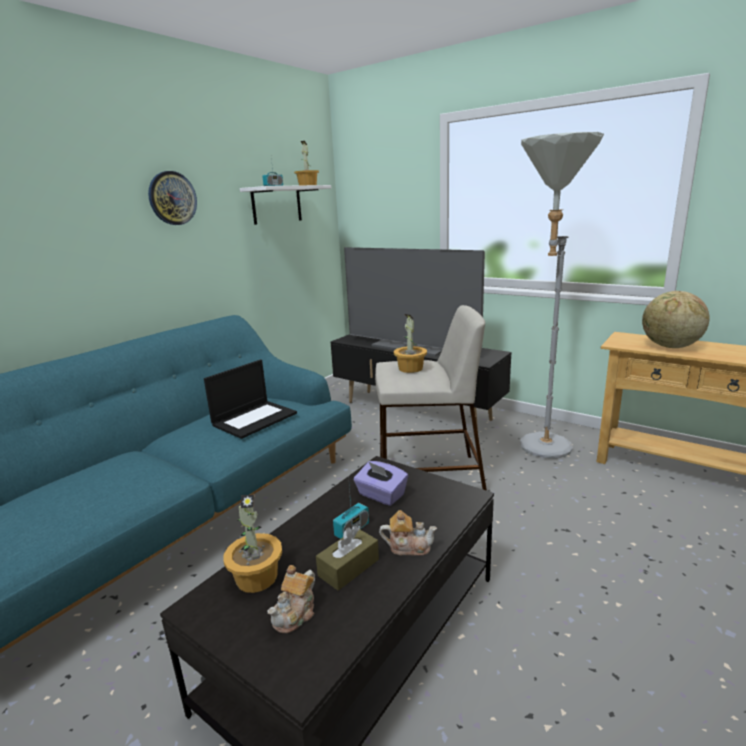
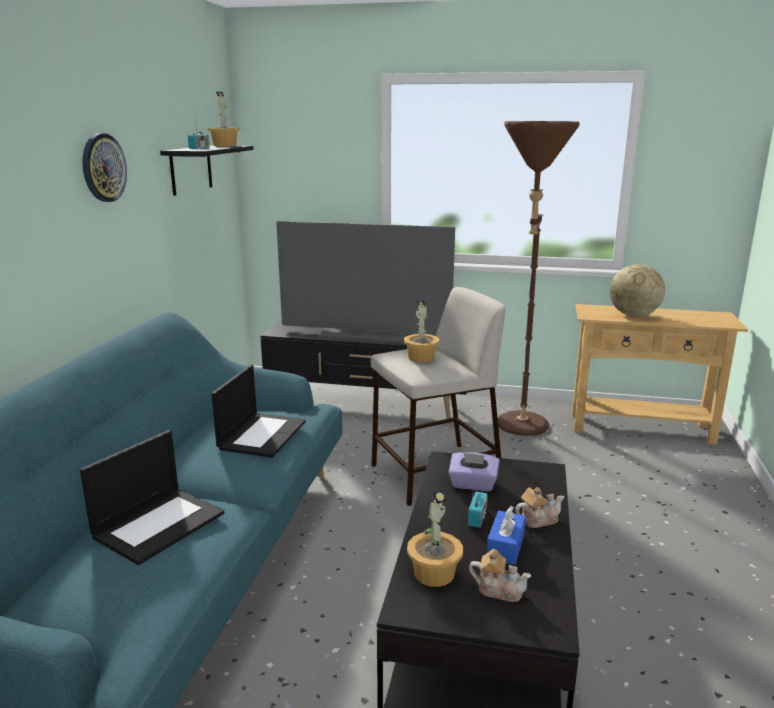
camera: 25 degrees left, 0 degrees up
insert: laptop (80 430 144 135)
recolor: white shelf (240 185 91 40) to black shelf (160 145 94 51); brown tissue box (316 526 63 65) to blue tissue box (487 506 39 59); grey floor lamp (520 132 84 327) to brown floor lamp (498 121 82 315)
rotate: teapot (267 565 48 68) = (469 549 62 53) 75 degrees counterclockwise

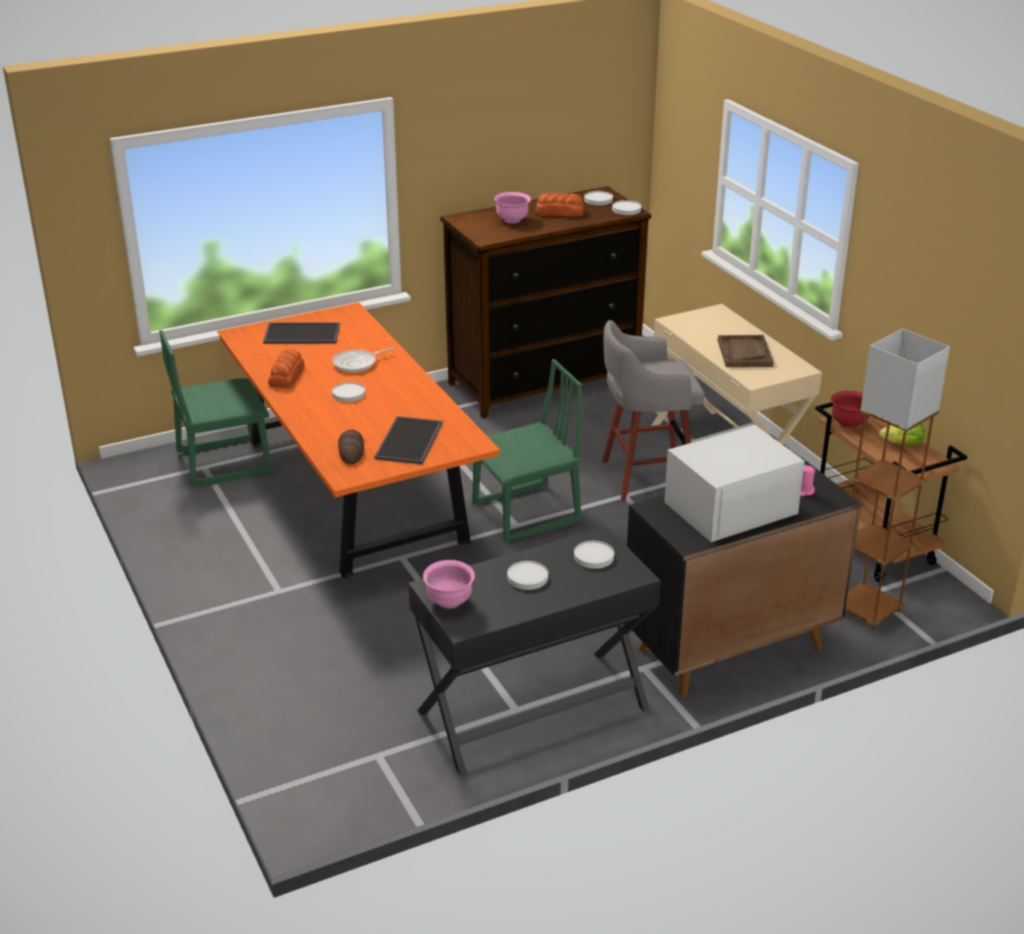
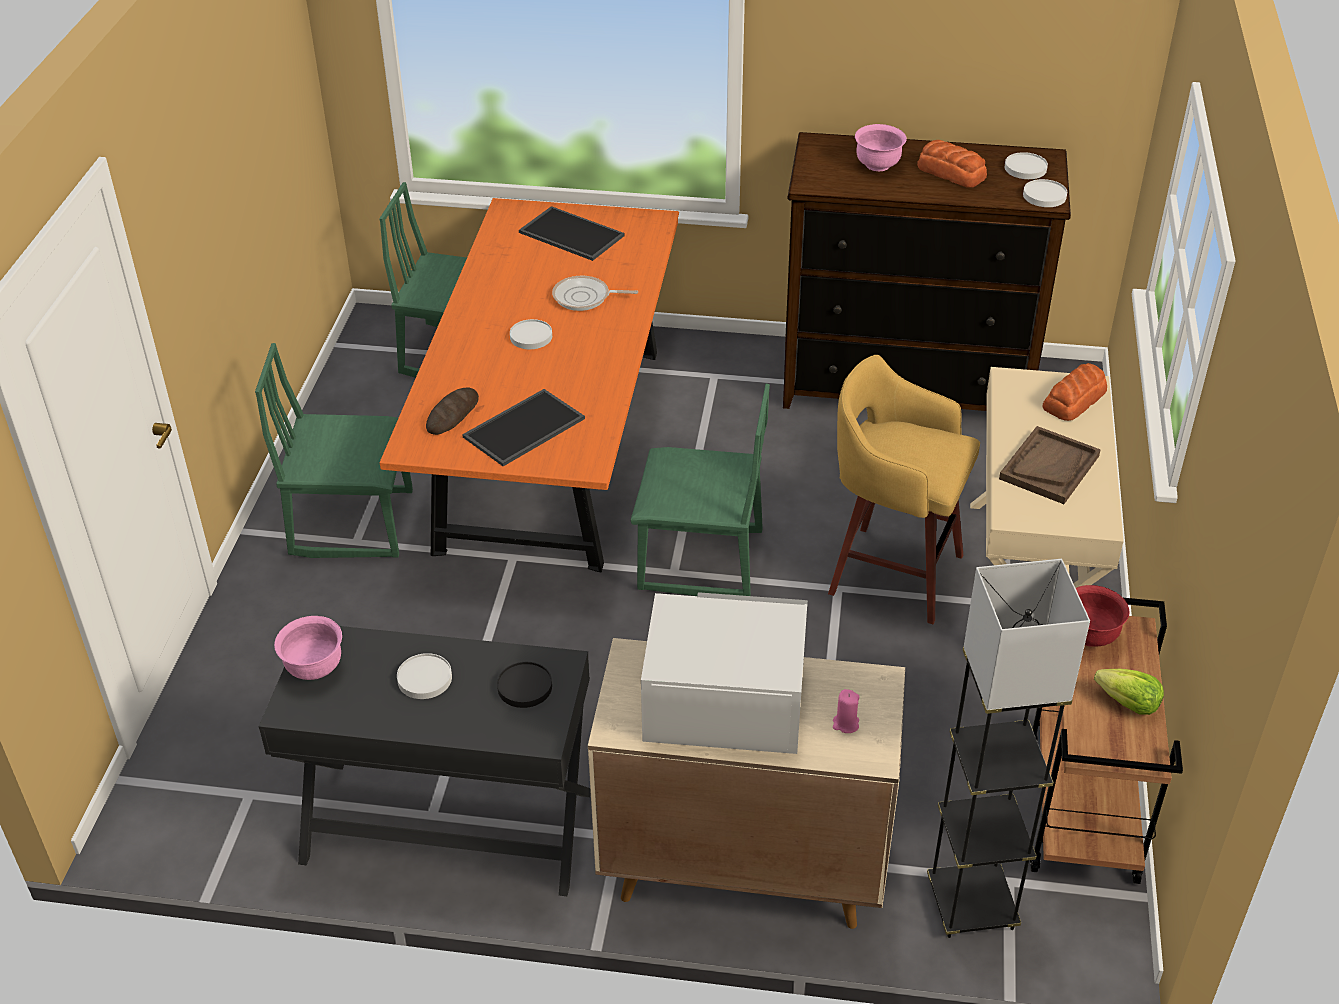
camera: 35 degrees right, 10 degrees up
insert: green chair (255 343 158 215)
move: bread (268 349 37 39) to (1042 363 65 58)
recolor: white plate (574 541 40 28) to black plate (497 662 55 46); grey stool (602 320 103 181) to yellow stool (828 355 152 269); black cabinet (627 457 234 240) to beige cabinet (588 638 317 291); brown floor lamp (845 329 105 302) to grey floor lamp (927 559 163 379)

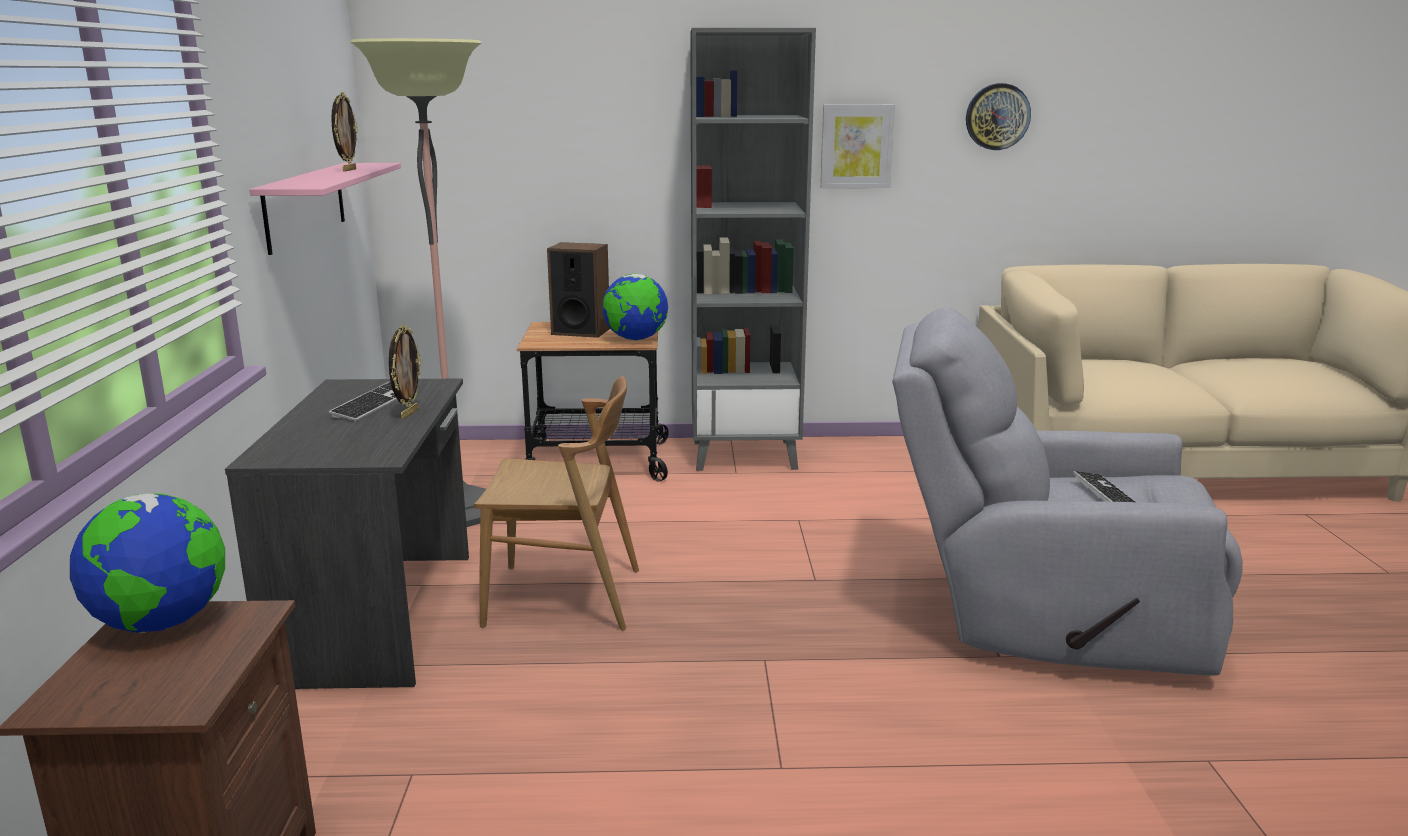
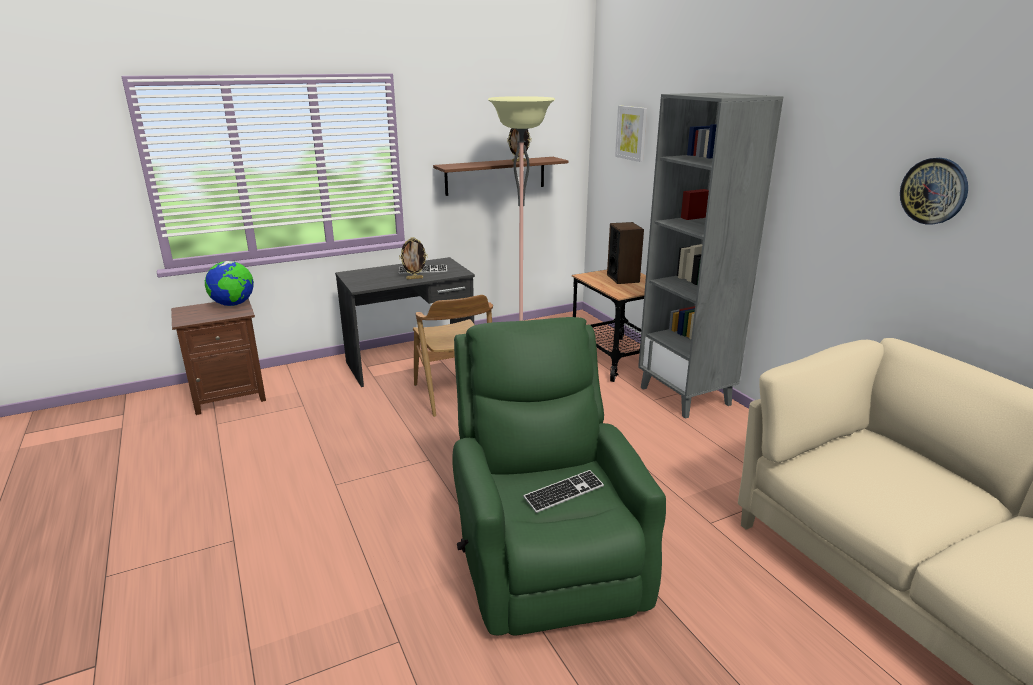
camera: 65 degrees right, 5 degrees up
delete: globe (602 274 66 66)
move: picture (820 104 75 84) to (615 106 32 56)
recolor: pink shelf (249 163 152 92) to brown shelf (433 157 135 39); grey armchair (892 307 351 369) to green armchair (452 317 214 319)

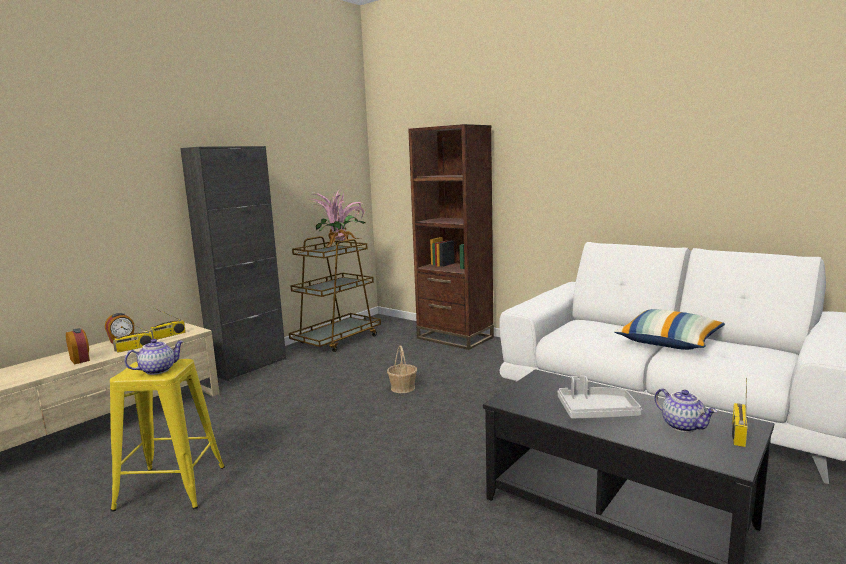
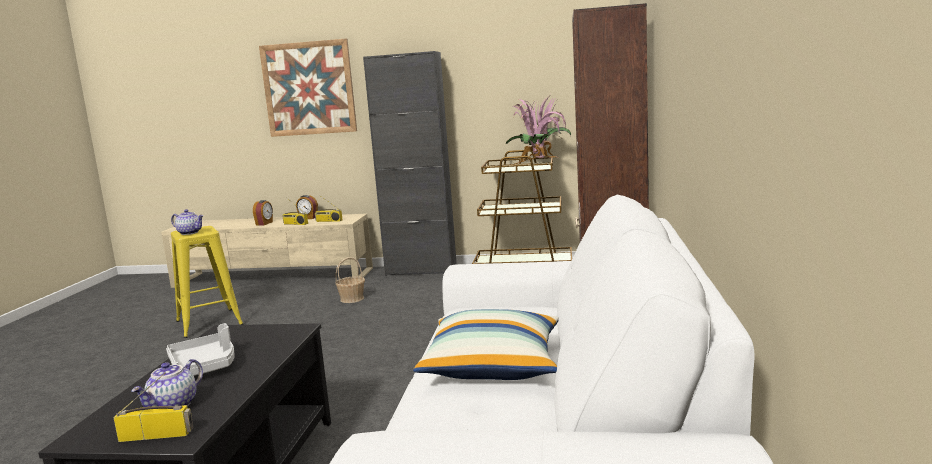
camera: 60 degrees right, 0 degrees up
insert: picture (259 38 98 99)
move: basket (387 345 30 48) to (335 257 30 46)

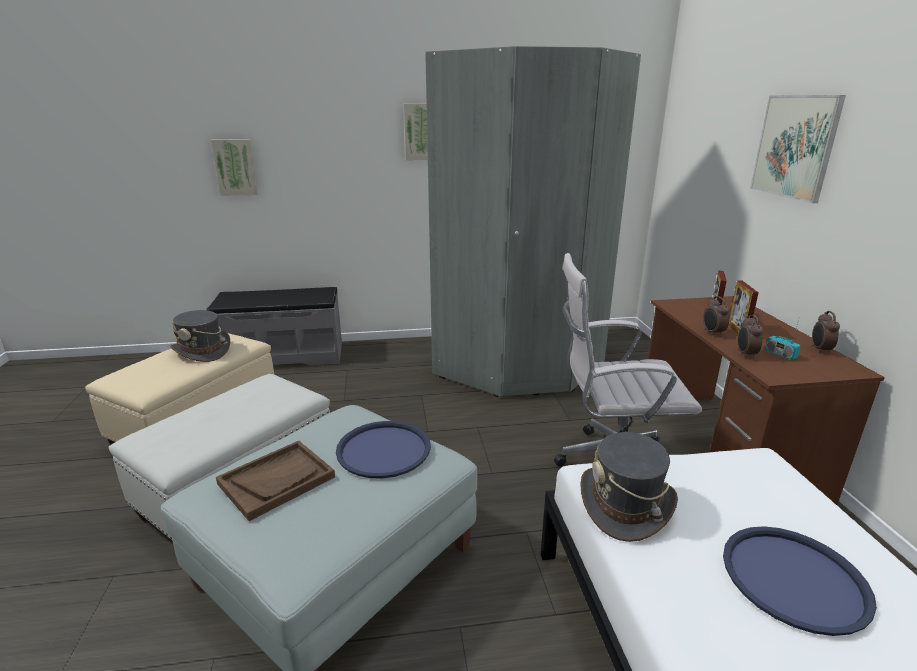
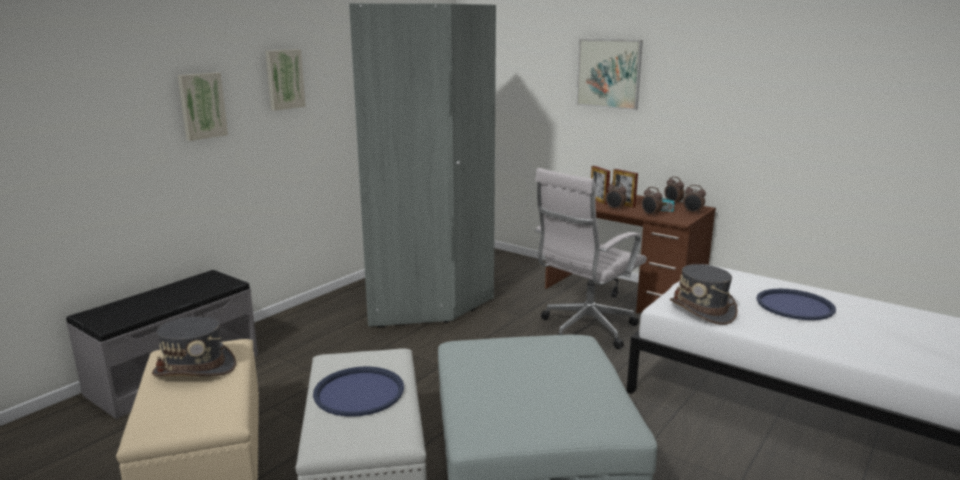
camera: 45 degrees left, 5 degrees down
delete: brown tray (216 441 119 80)
insert: alarm clock (683 185 23 29)
move: picture (211 139 47 57) to (178 72 50 69); blue tray (336 421 95 57) to (313 367 91 50)

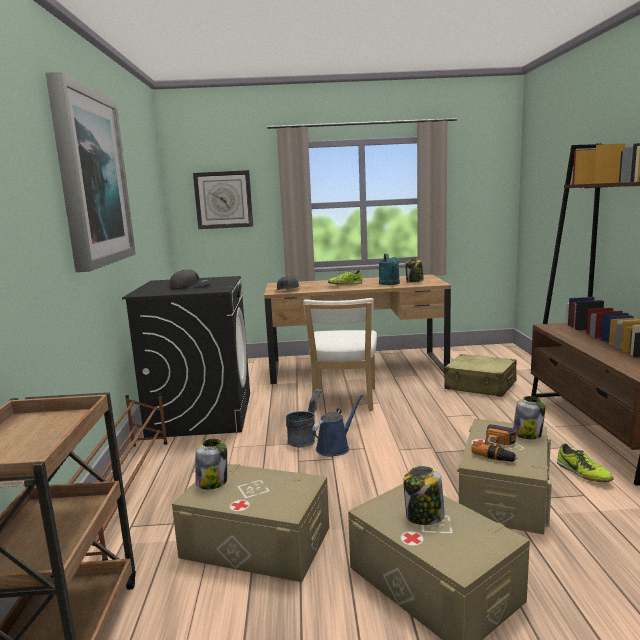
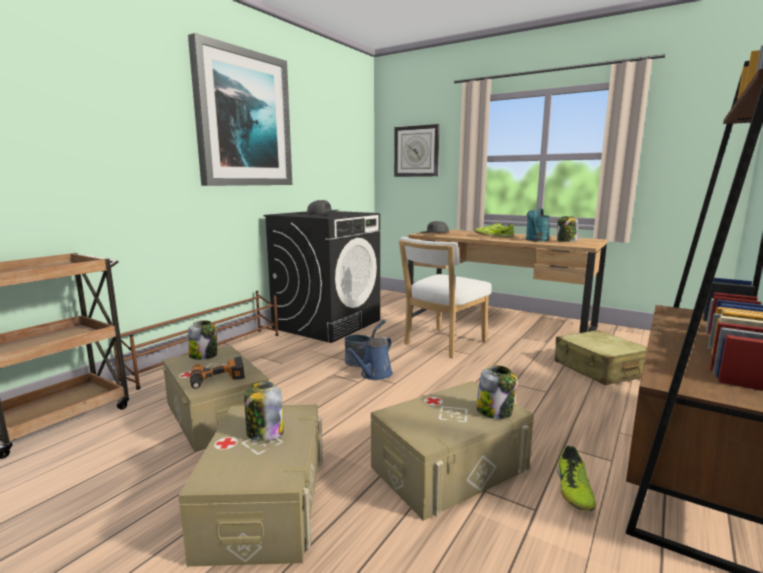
camera: 35 degrees right, 0 degrees up
move: power drill (471 424 47 38) to (190 357 55 32)
rotate: blue watering can (312 395 51 62) = (347 337 46 43) 135 degrees clockwise

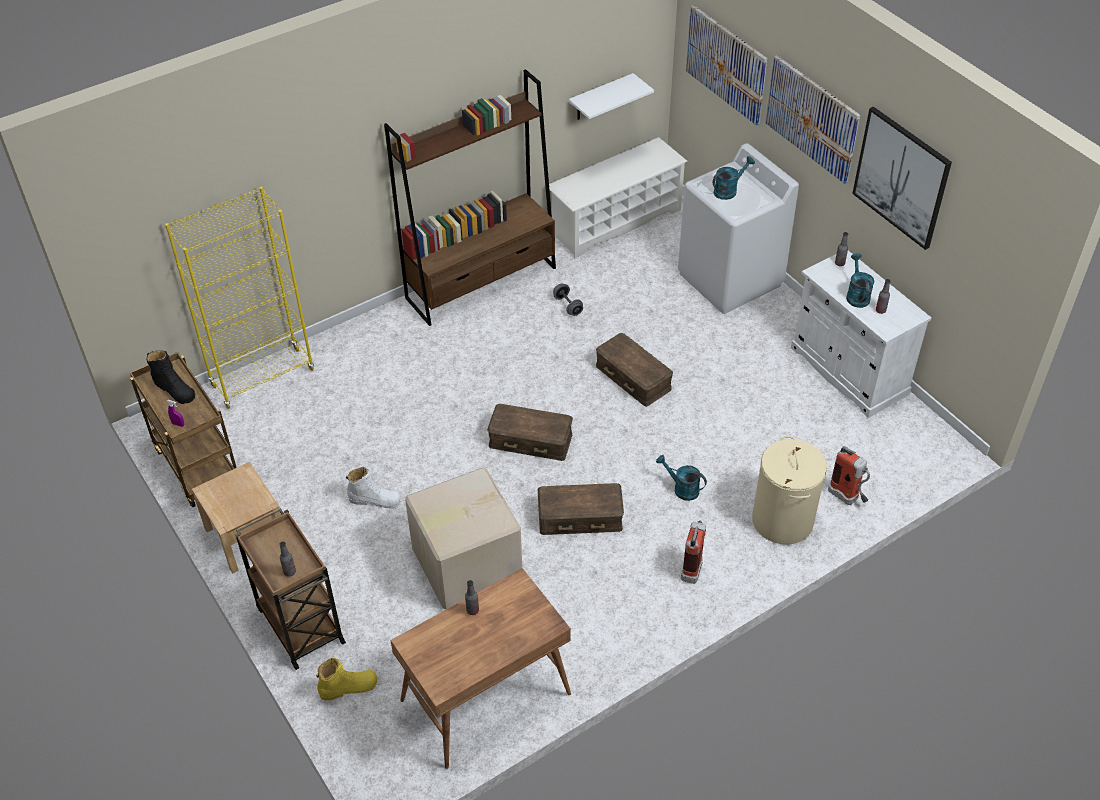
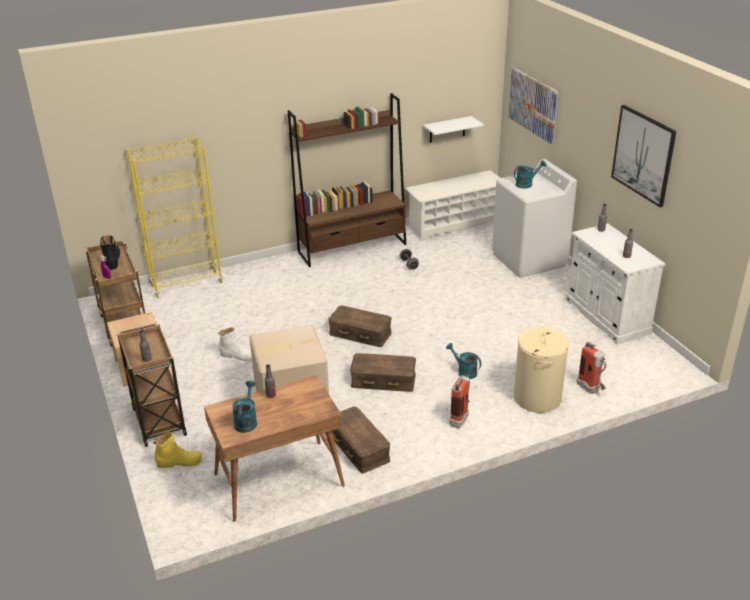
camera: 10 degrees right, 15 degrees down
delete: picture (765 55 96 129)
move: brown storage box (596 333 77 74) to (332 407 58 67); turquoise watering can (846 253 28 55) to (232 381 25 52)
rotate: black boot (146 351 49 53) = (100 236 20 34) 150 degrees counterclockwise

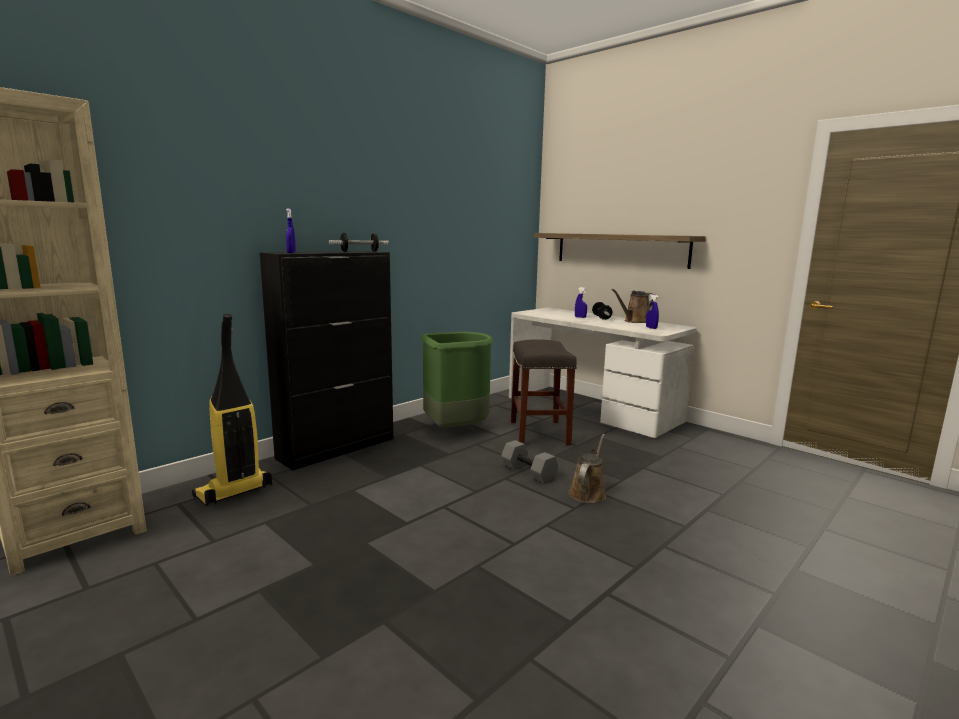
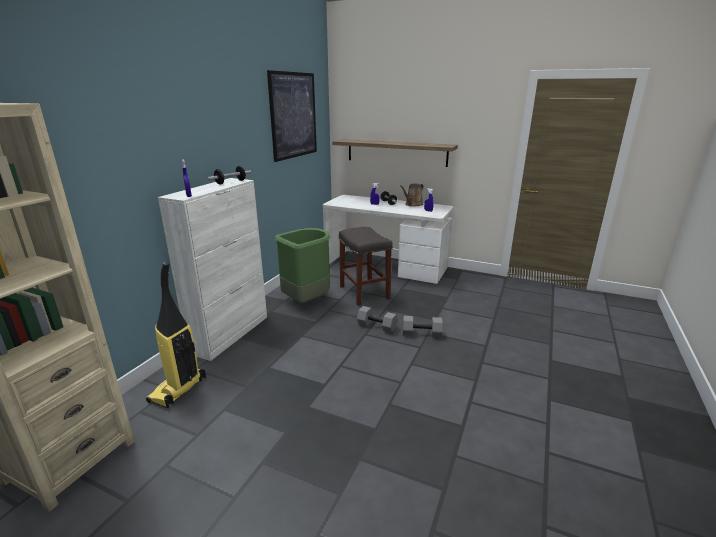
camera: 20 degrees left, 10 degrees up
insert: picture (267 70 50 92)
replace: brown watering can (568 434 38 69) to grey dumbbell (403 316 40 22)
recolor: black cabinet (260 251 133 220) to white cabinet (158 178 109 183)

